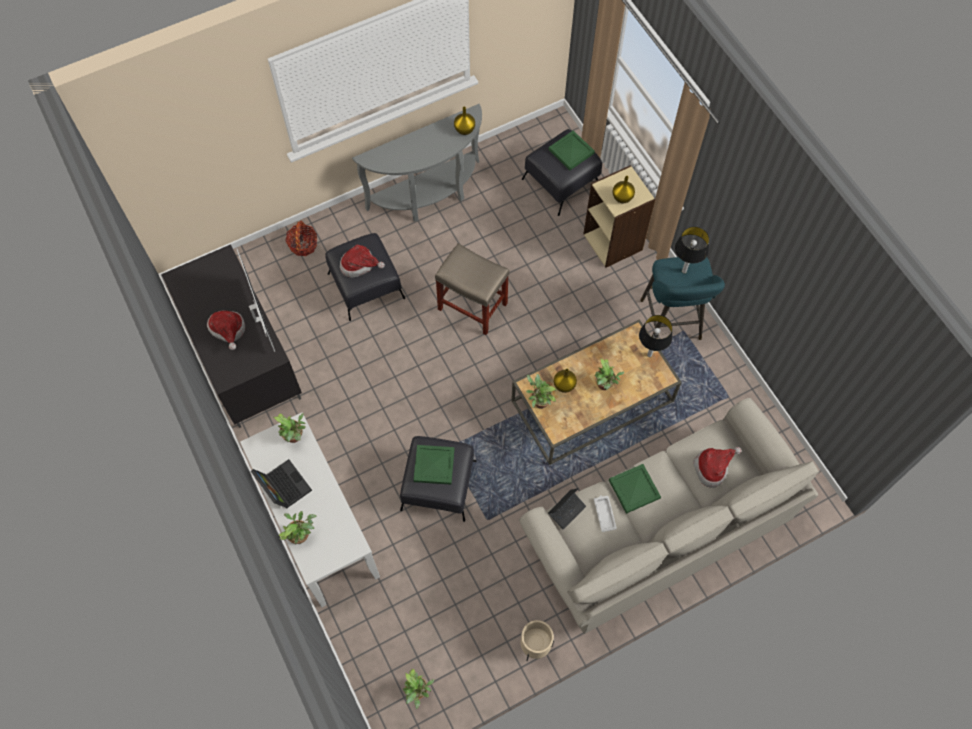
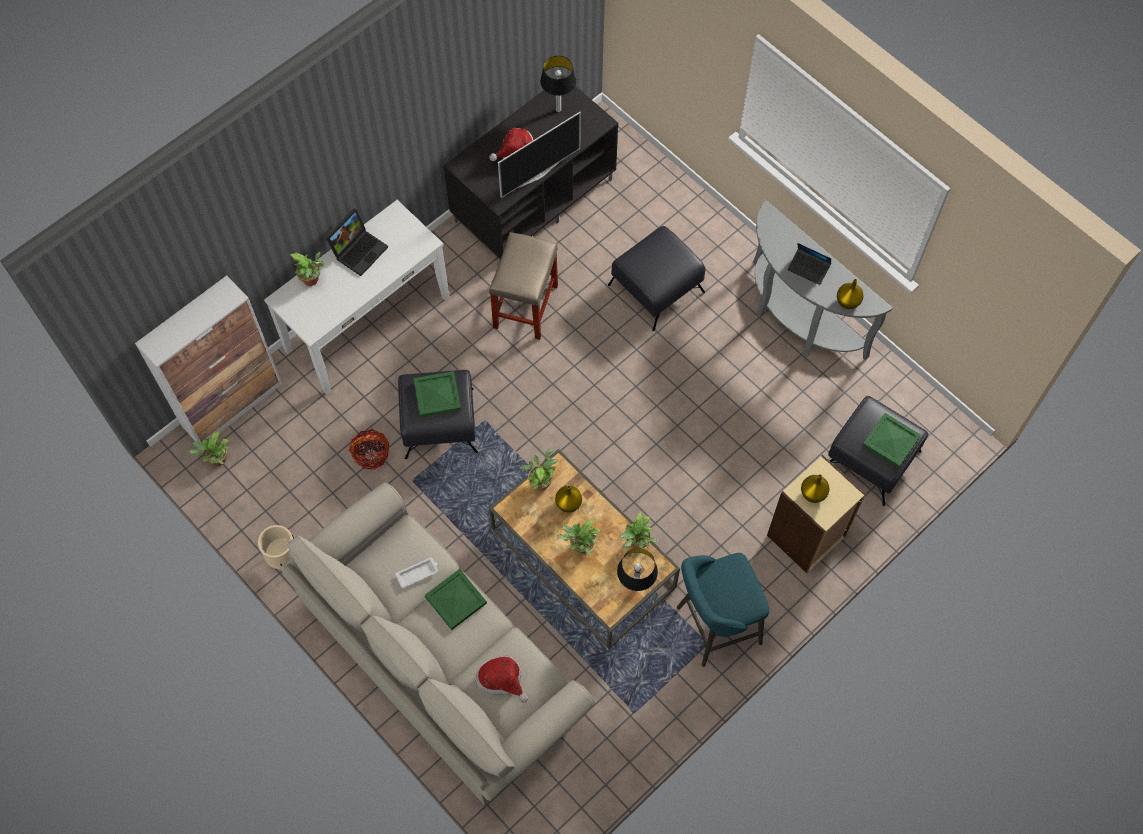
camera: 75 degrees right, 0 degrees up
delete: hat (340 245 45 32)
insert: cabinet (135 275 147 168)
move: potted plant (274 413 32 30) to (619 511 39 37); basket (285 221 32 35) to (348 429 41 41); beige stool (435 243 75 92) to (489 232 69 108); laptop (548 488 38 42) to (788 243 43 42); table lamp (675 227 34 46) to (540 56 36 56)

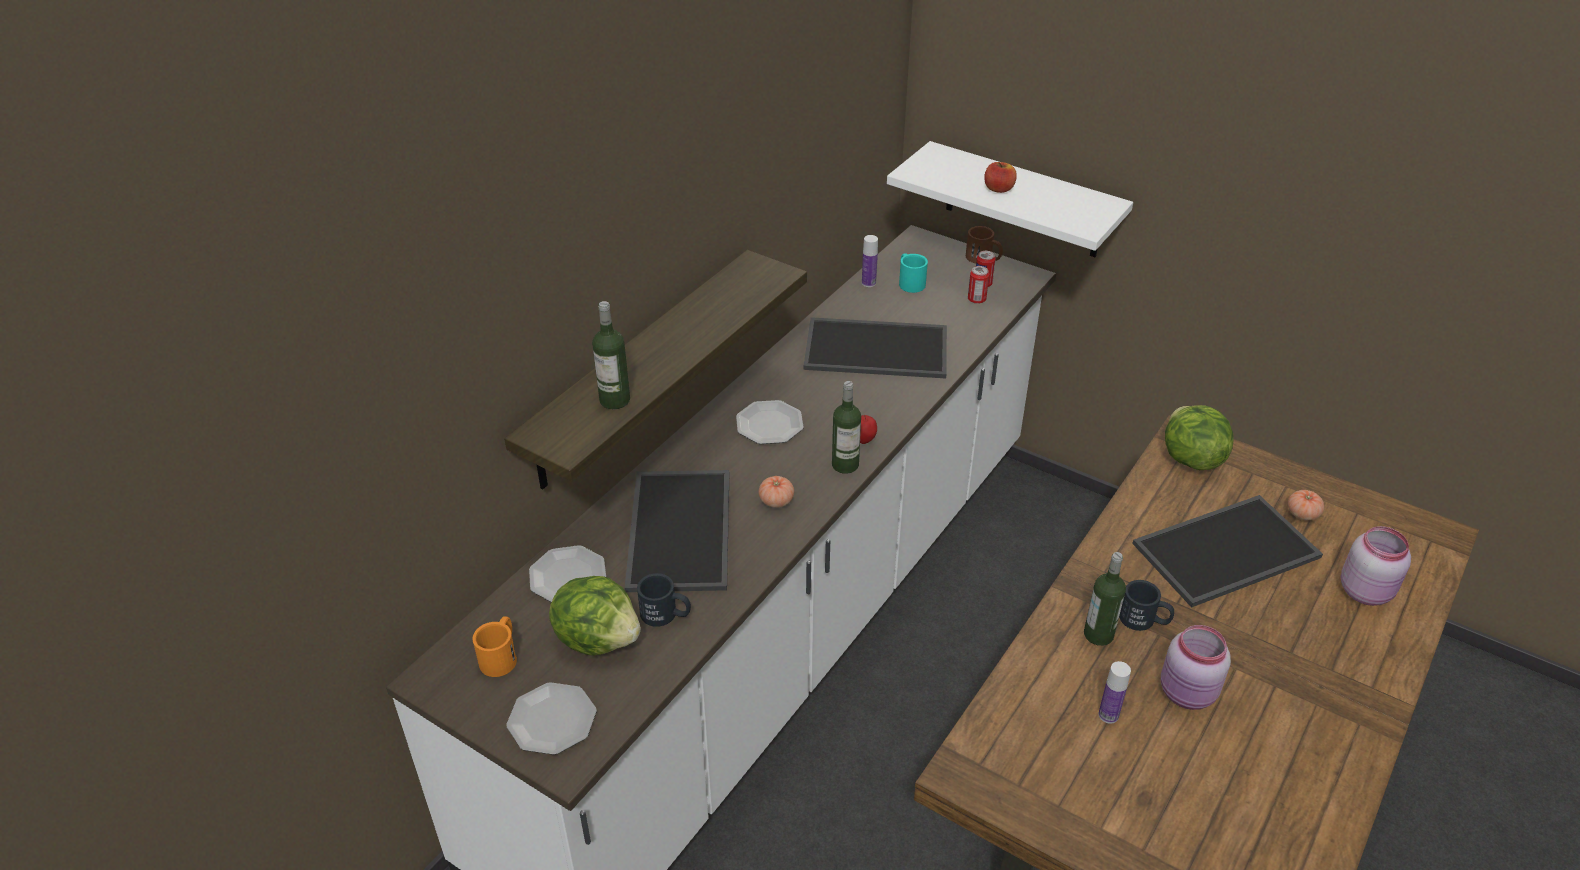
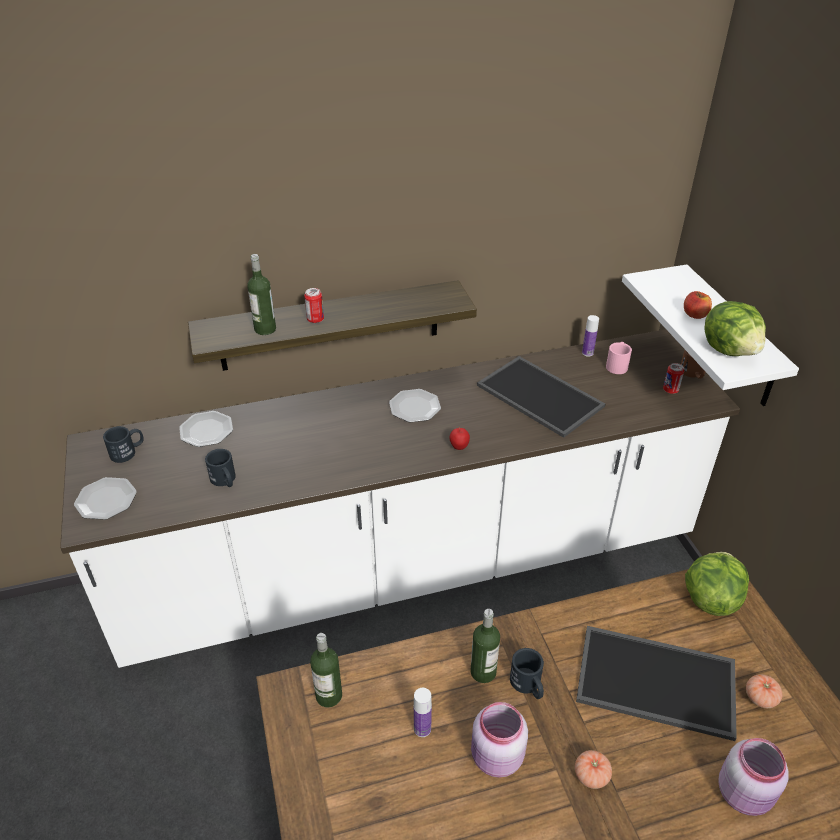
camera: 40 degrees right, 0 degrees up
delete: tray (625 470 104 122)
move: lettuce (549 576 92 80) to (704 301 62 55); tomato (759 476 35 32) to (575 750 37 39); bottle (832 381 29 93) to (310 633 32 74); can (968 266 21 38) to (304 288 20 35)
recolor: orange mug (472 616 45 61) to black mug (103 426 41 37); turquoise mug (899 253 29 40) to pink mug (606 342 26 32)

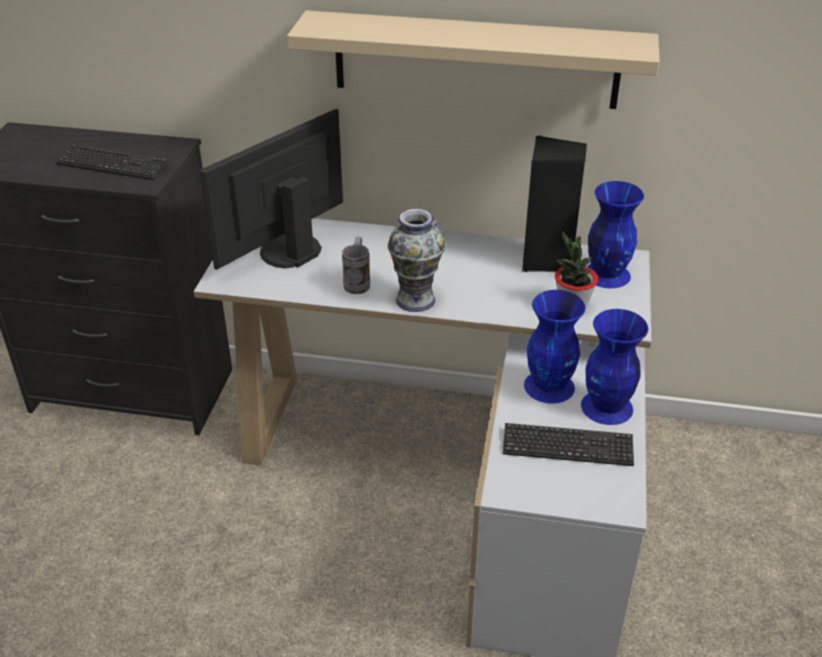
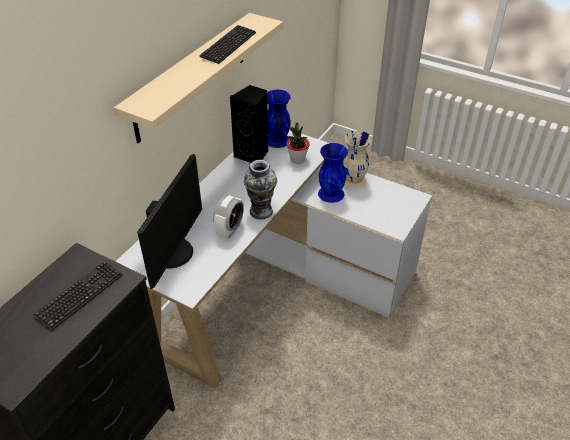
camera: 70 degrees left, 5 degrees up
move: keyboard (503 423 131 43) to (199 25 57 39)
replace: grey mug (342 237 28 57) to alarm clock (213 195 31 44)
recolor: blue vase (581 309 67 116) to beige vase (343 131 29 58)
rotate: monitor (200 109 143 161) = (137 154 65 135) 135 degrees counterclockwise

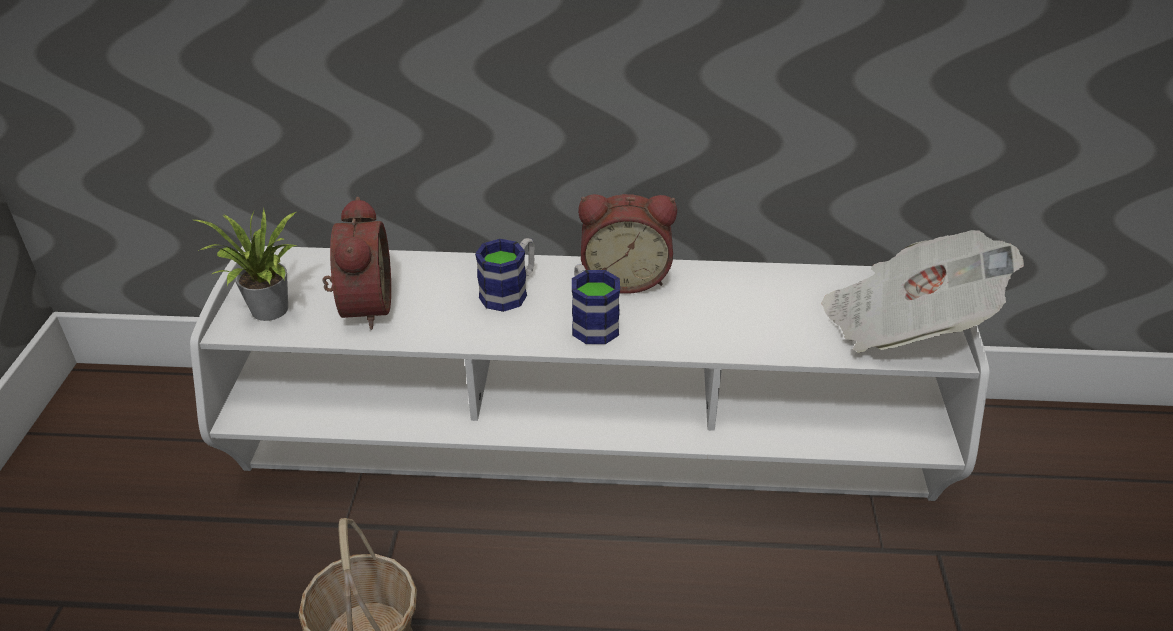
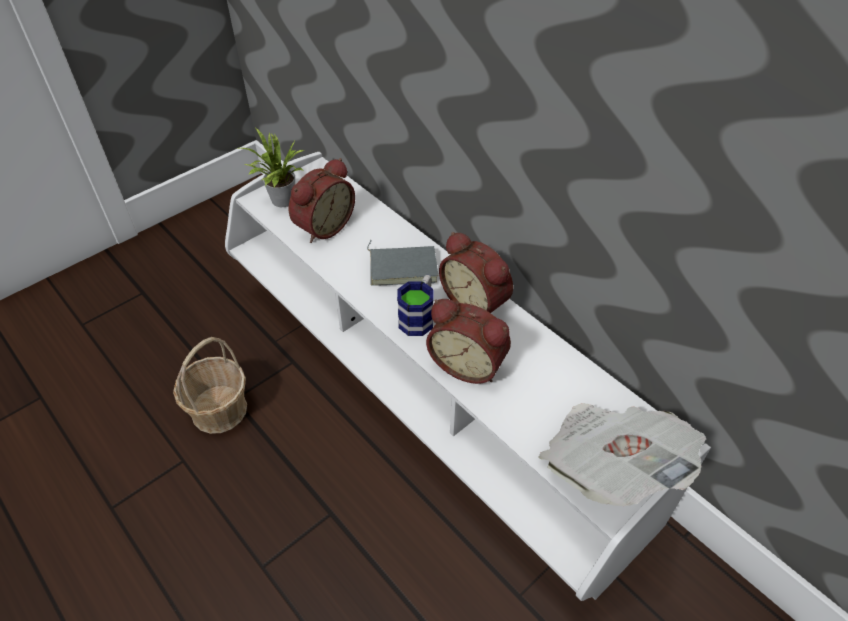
camera: 45 degrees right, 10 degrees up
insert: alarm clock (426 299 85 85)
replace: mug (475 238 60 74) to grey book (367 240 71 46)

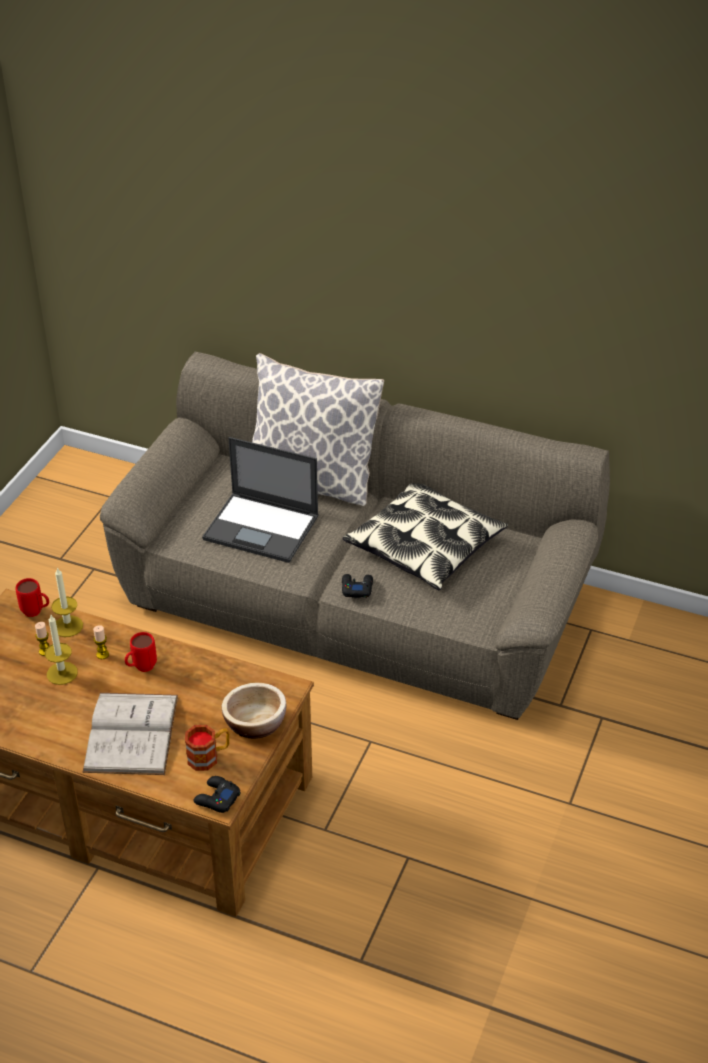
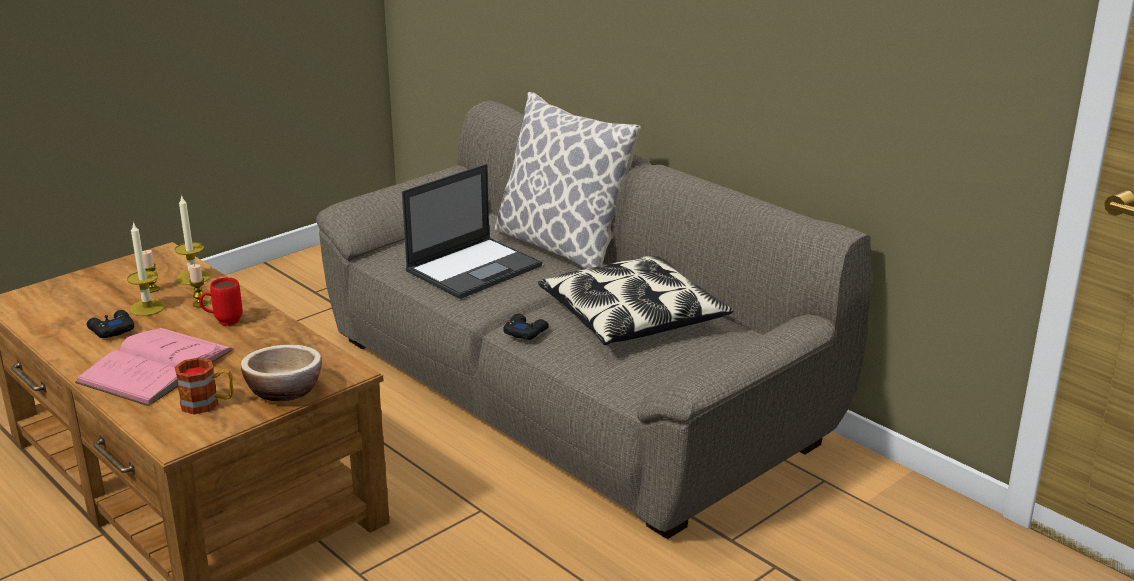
camera: 25 degrees right, 15 degrees down
delete: red mug (16 578 33 39)
move: black game controller (193 776 48 37) to (87 310 47 28)
recolor: white book (82 693 96 82) to pink book (75 328 159 78)
rotate: laptop (202 437 117 126) = (402 164 140 135) 90 degrees counterclockwise

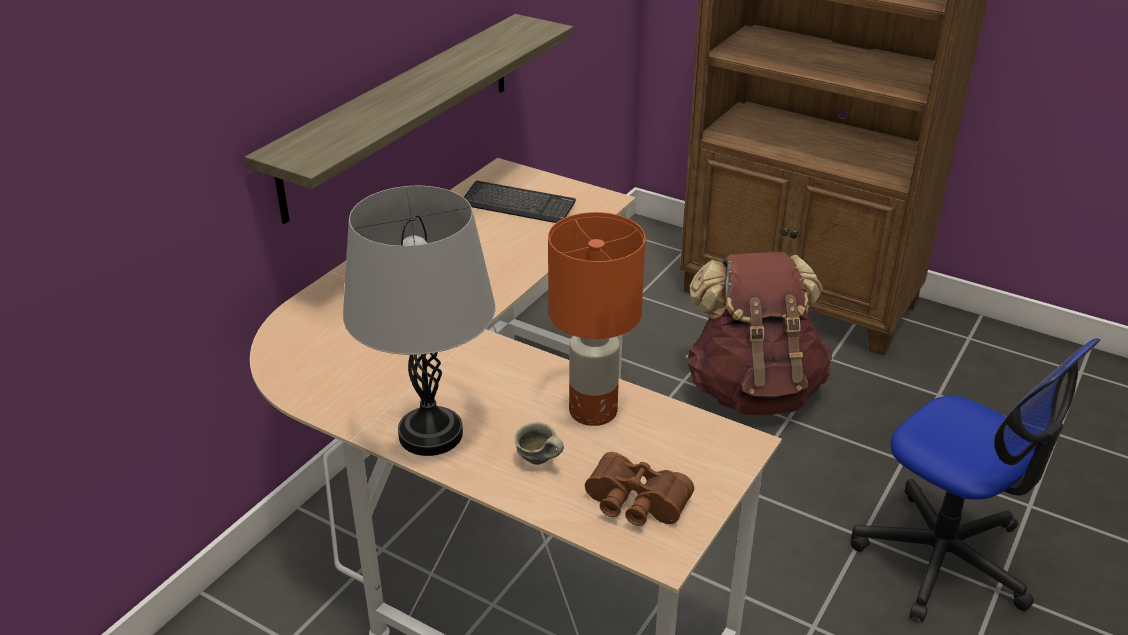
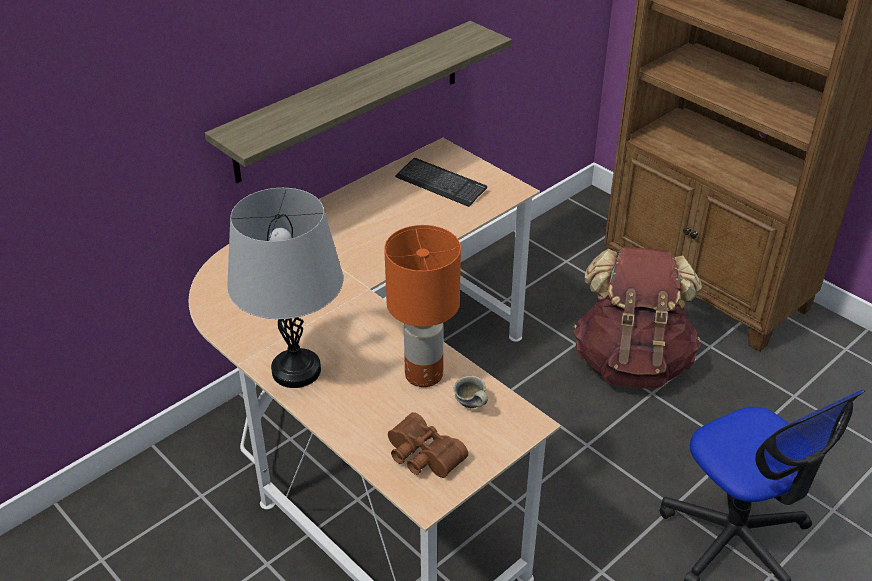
camera: 15 degrees right, 5 degrees up
move: grey mug (515 422 49 43) to (453 376 35 32)

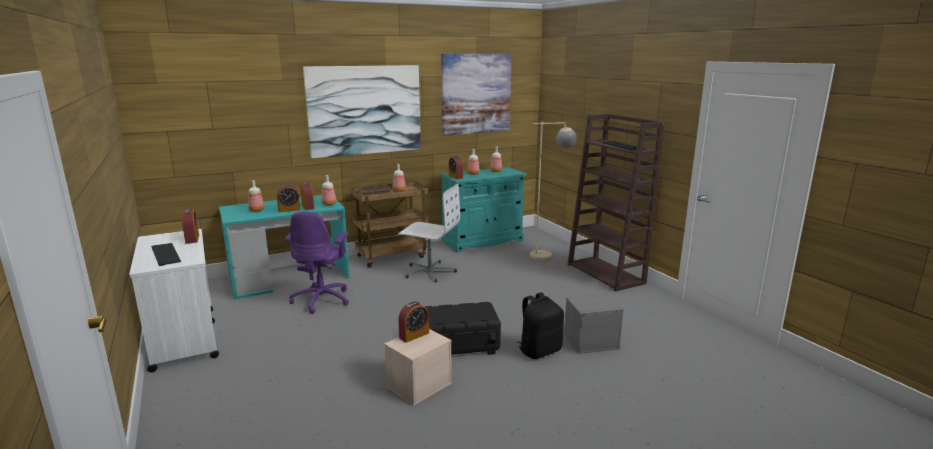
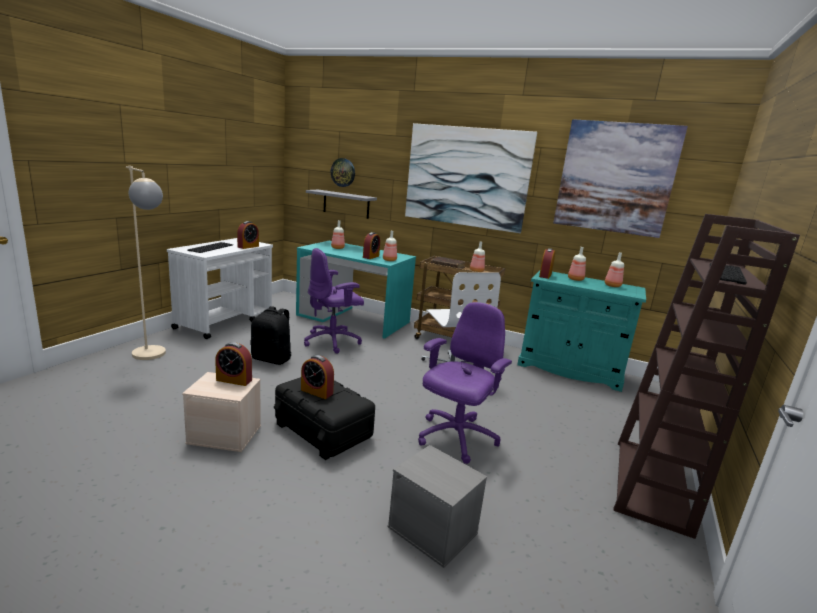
camera: 50 degrees right, 0 degrees up
insert: grey shelf (306 190 71 29); wall clock (331 158 24 29); purple office chair (418 302 94 162)
move: alarm clock (277 185 24 27) to (301 355 33 44); black backpack (518 292 46 67) to (250 306 41 59); beige floor lamp (530 122 47 138) to (126 166 40 194)

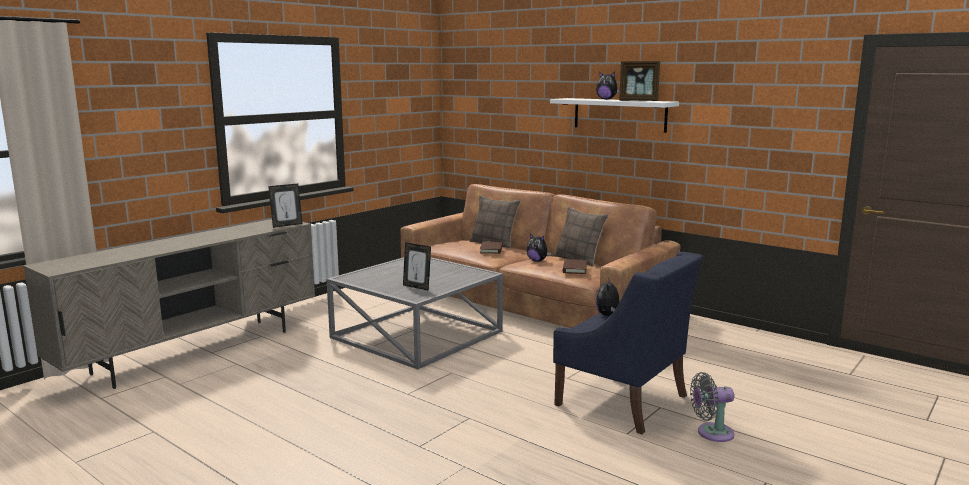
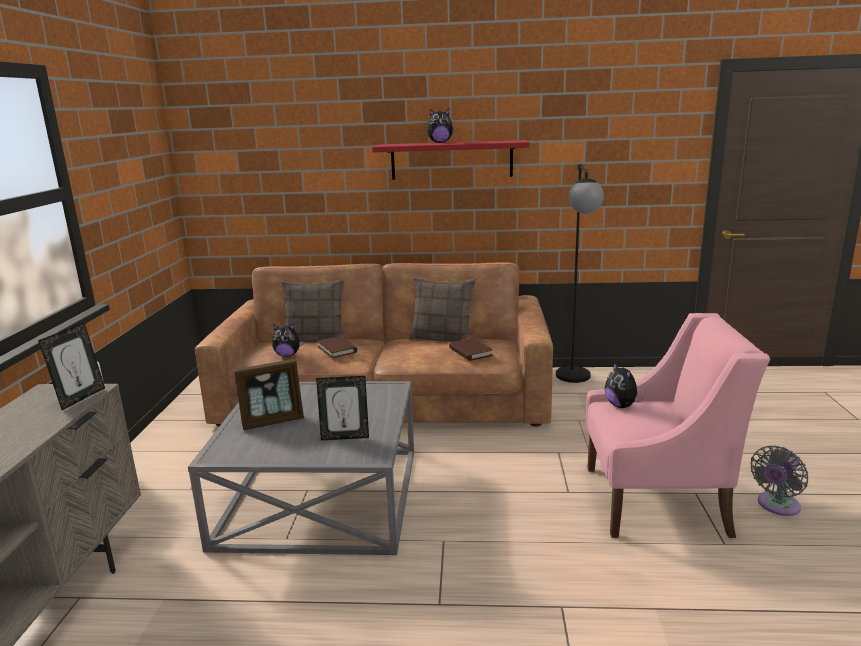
camera: 35 degrees left, 5 degrees up
insert: black floor lamp (556 164 48 219)
move: plush toy (527 234 24 28) to (272 323 32 34); picture frame (619 61 41 40) to (234 359 70 71)
recolor: white shelf (550 98 129 35) to red shelf (372 140 158 40); blue armchair (553 252 150 182) to pink armchair (586 313 184 225)

